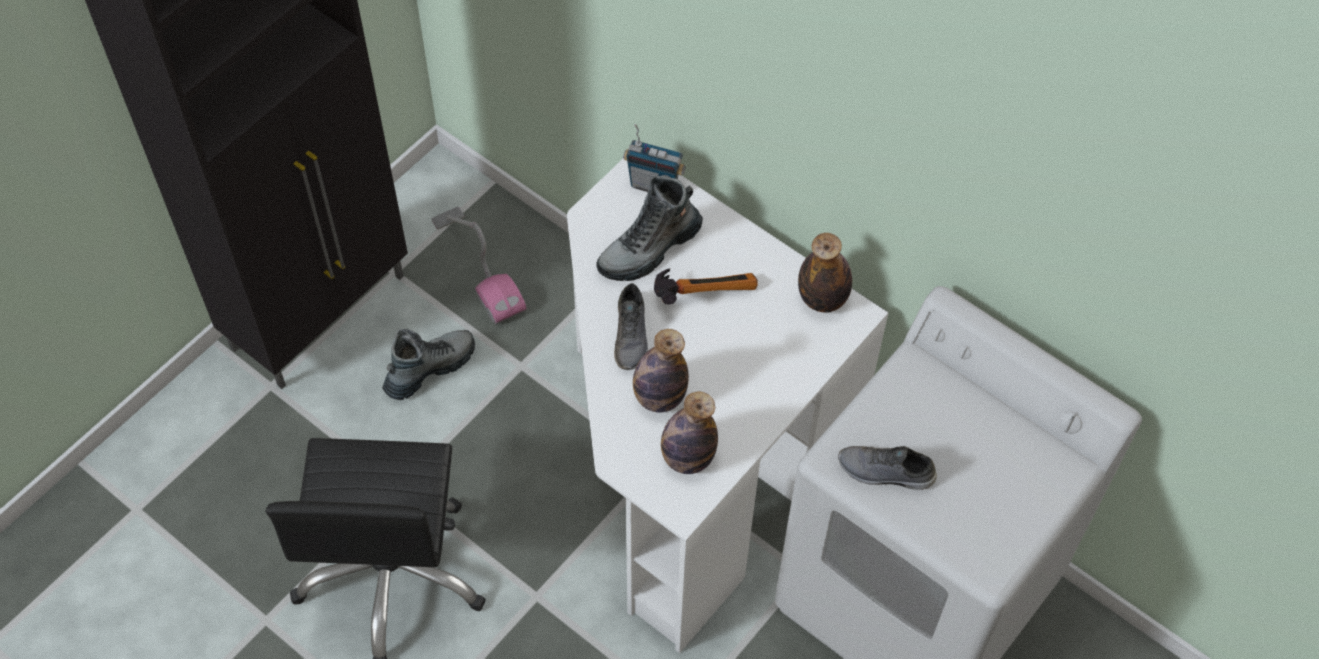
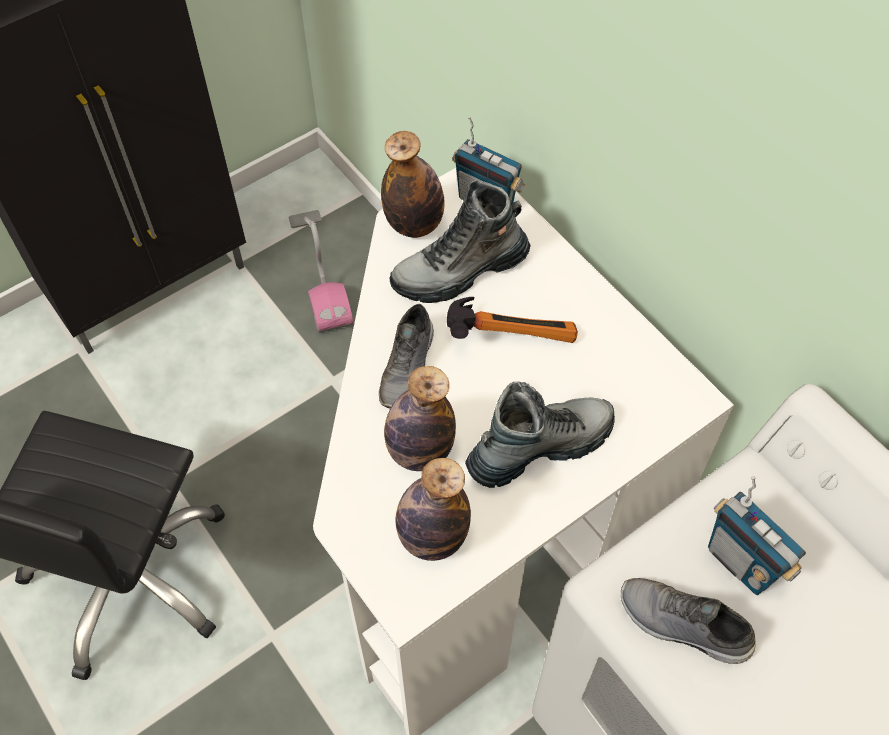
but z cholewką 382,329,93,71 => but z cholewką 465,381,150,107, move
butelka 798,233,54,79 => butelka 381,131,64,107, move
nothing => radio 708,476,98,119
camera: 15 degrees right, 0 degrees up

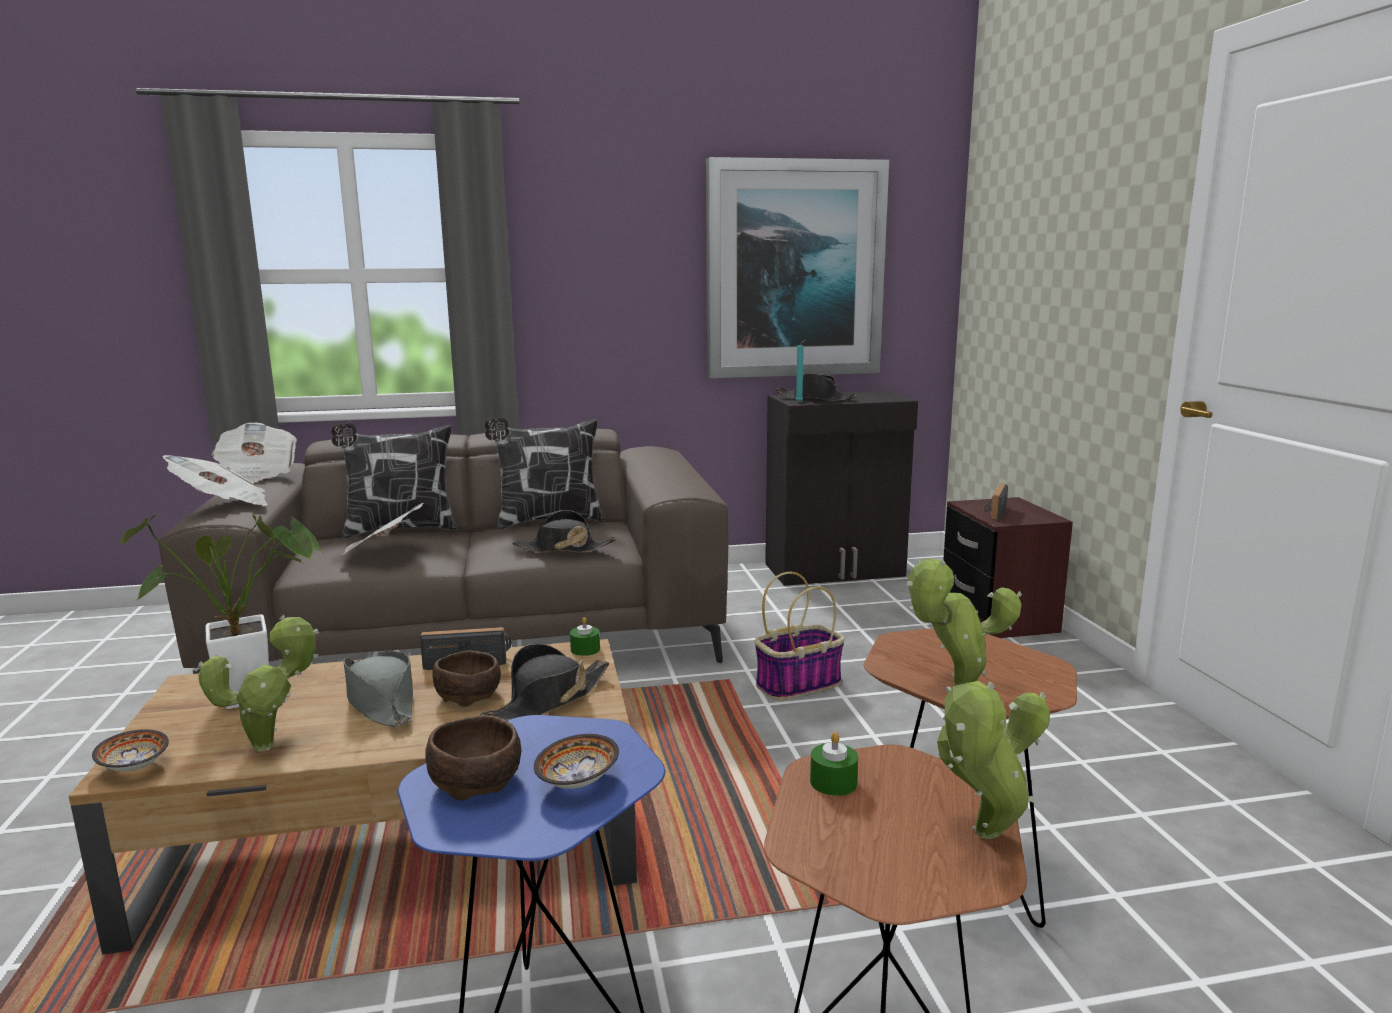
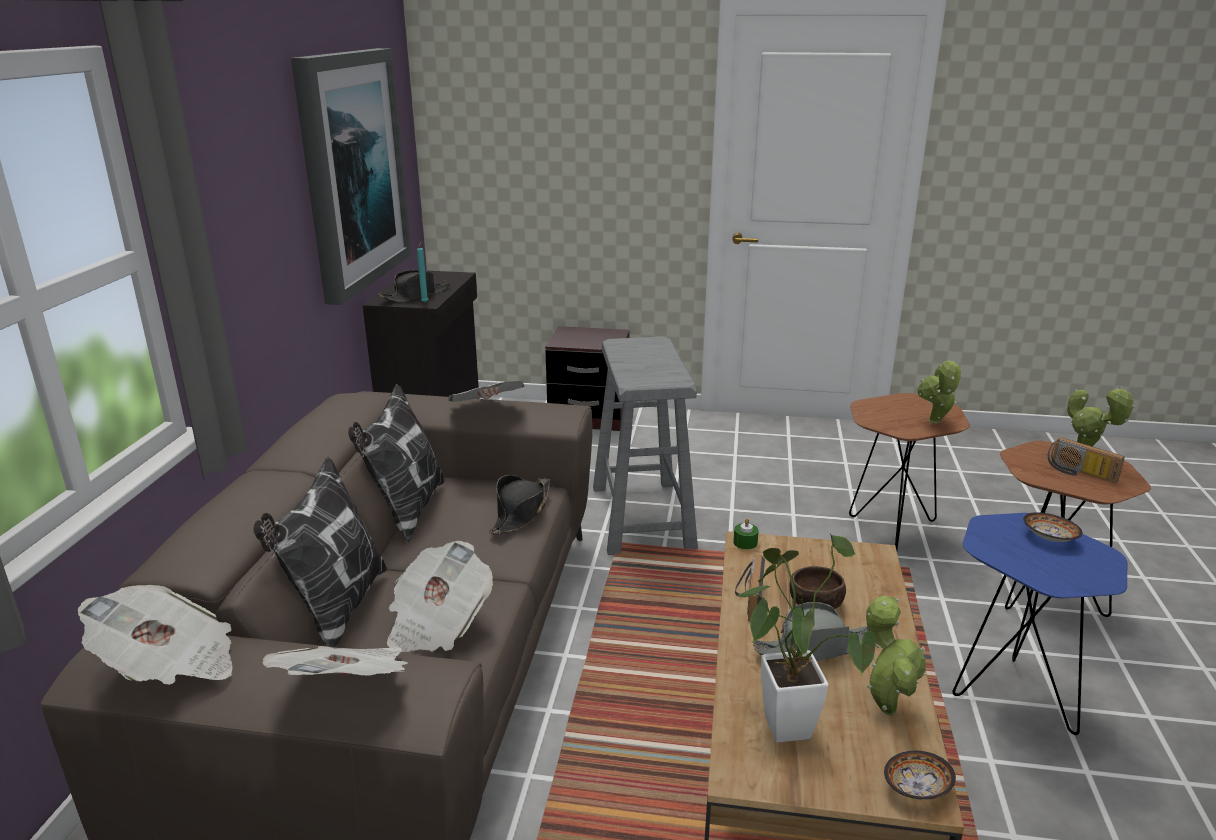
miska [brązowy] 425,715,97,85 => nothing
kapelusz [czarny] 479,644,131,77 => nothing
koszyk 754,572,91,128 => stołek [szary] 593,337,105,218
świeca [zielony] 810,732,48,64 => nothing
radio 983,483,25,37 => radio 1048,437,77,46, move
nothing => gazeta 448,381,76,21
camera: 70 degrees left, 10 degrees up

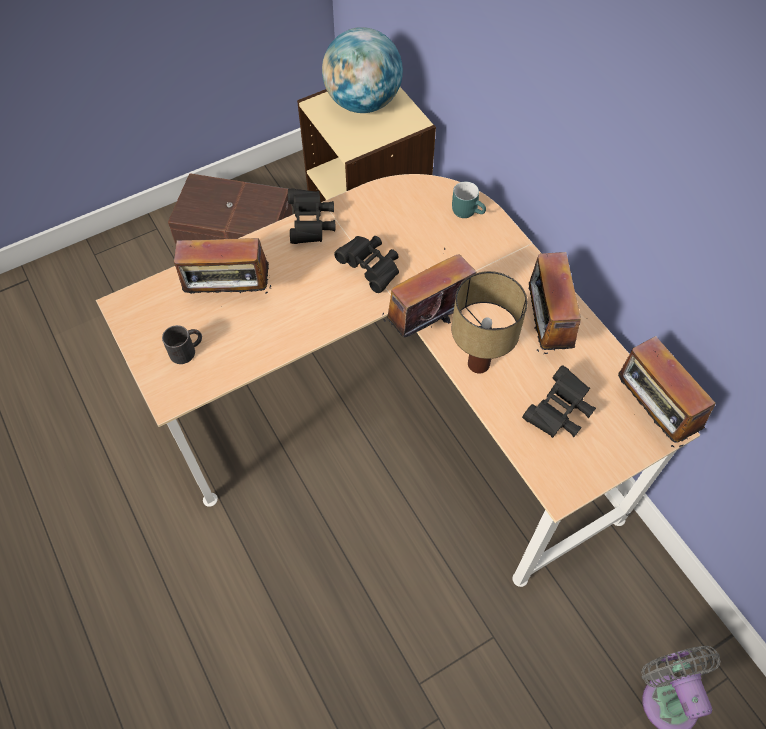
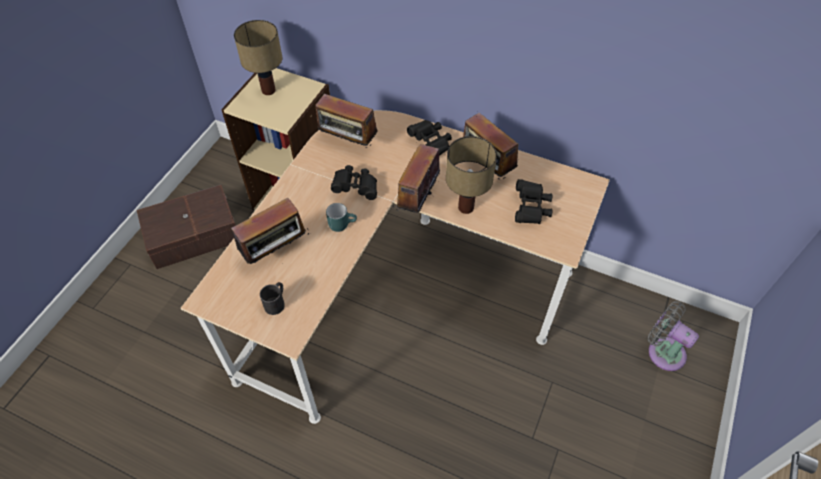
lornetka [czarny] 288,188,47,56 => lornetka [czarny] 407,120,45,36, move
globus 322,27,81,86 => lampa stołowa 234,20,49,75
kubek [turkusowy] 452,181,34,37 => kubek [turkusowy] 326,203,31,29, move
radio 618,336,98,111 => radio 315,94,63,54, move
camera: 35 degrees left, 5 degrees down

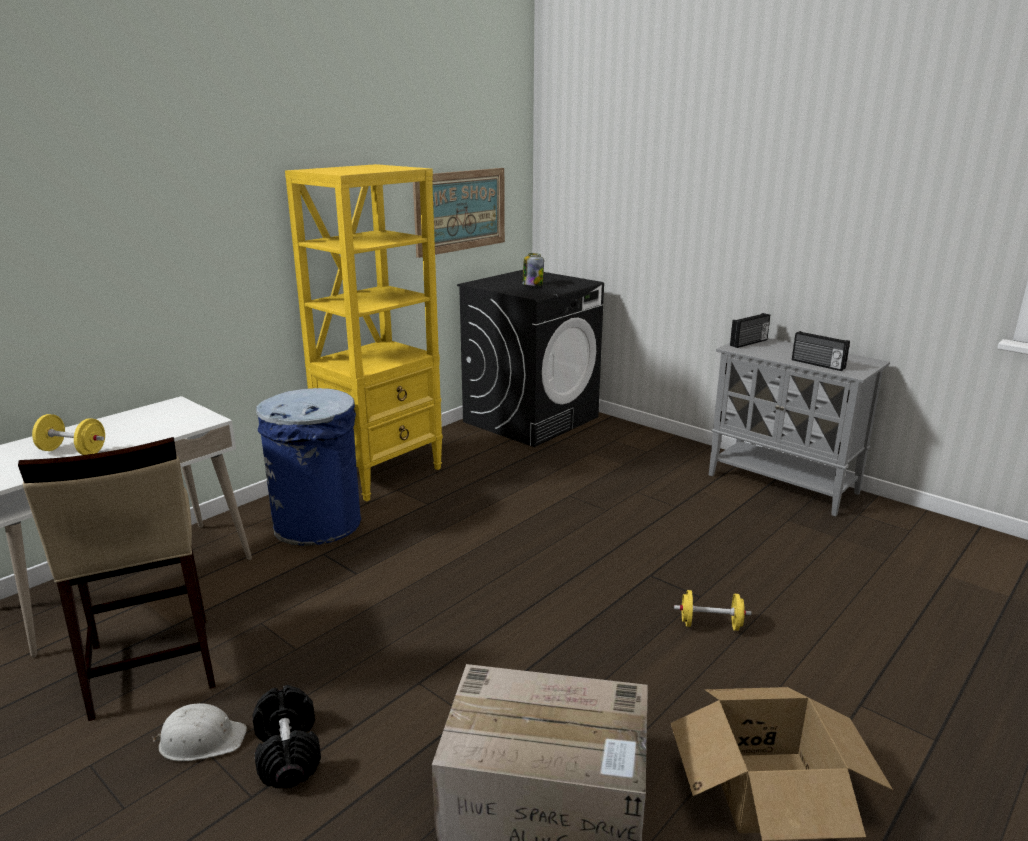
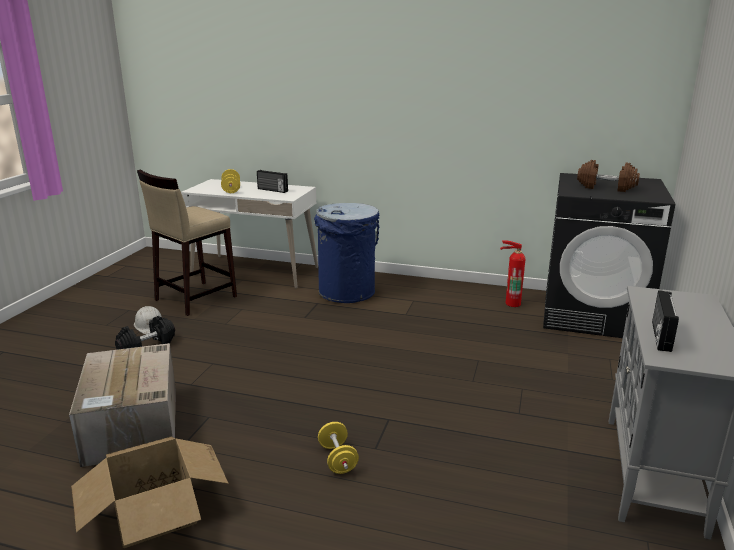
regał [żółty] 285,164,158,338 => nothing
obraz 413,168,92,90 => nothing
słoik 522,253,22,33 => hantel [brązowy] 577,160,63,32
radio 730,313,40,35 => radio 257,170,31,23, move
nothing => gaśnica 500,240,25,67
camera: 65 degrees right, 0 degrees up

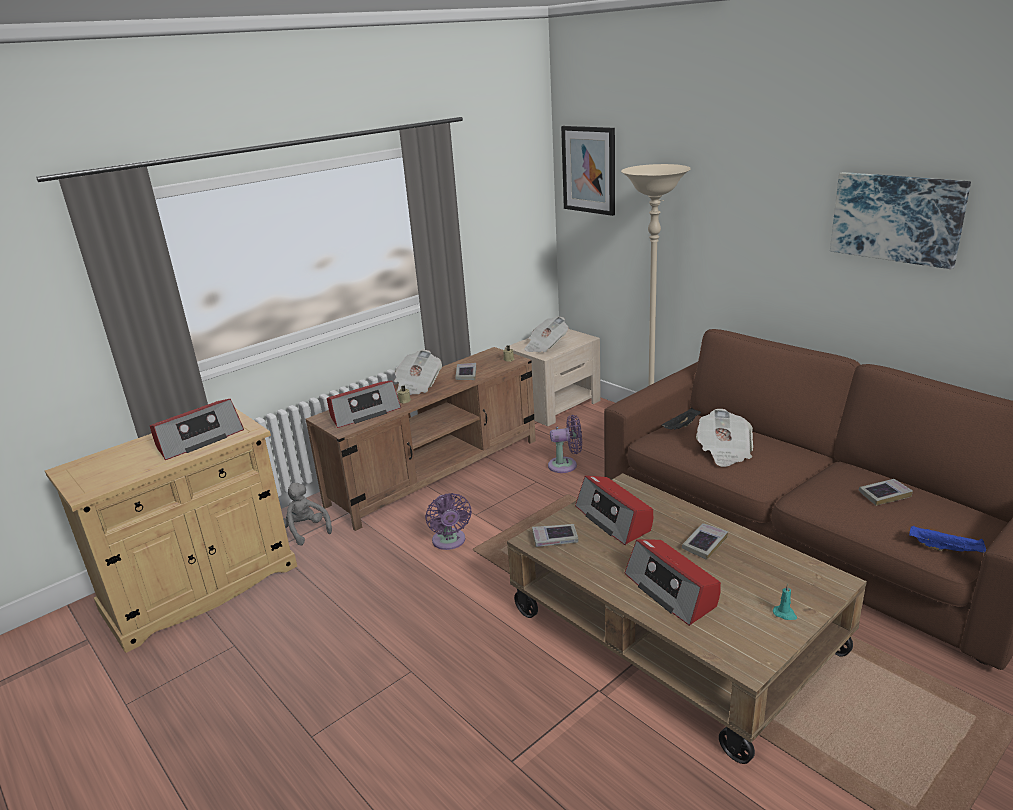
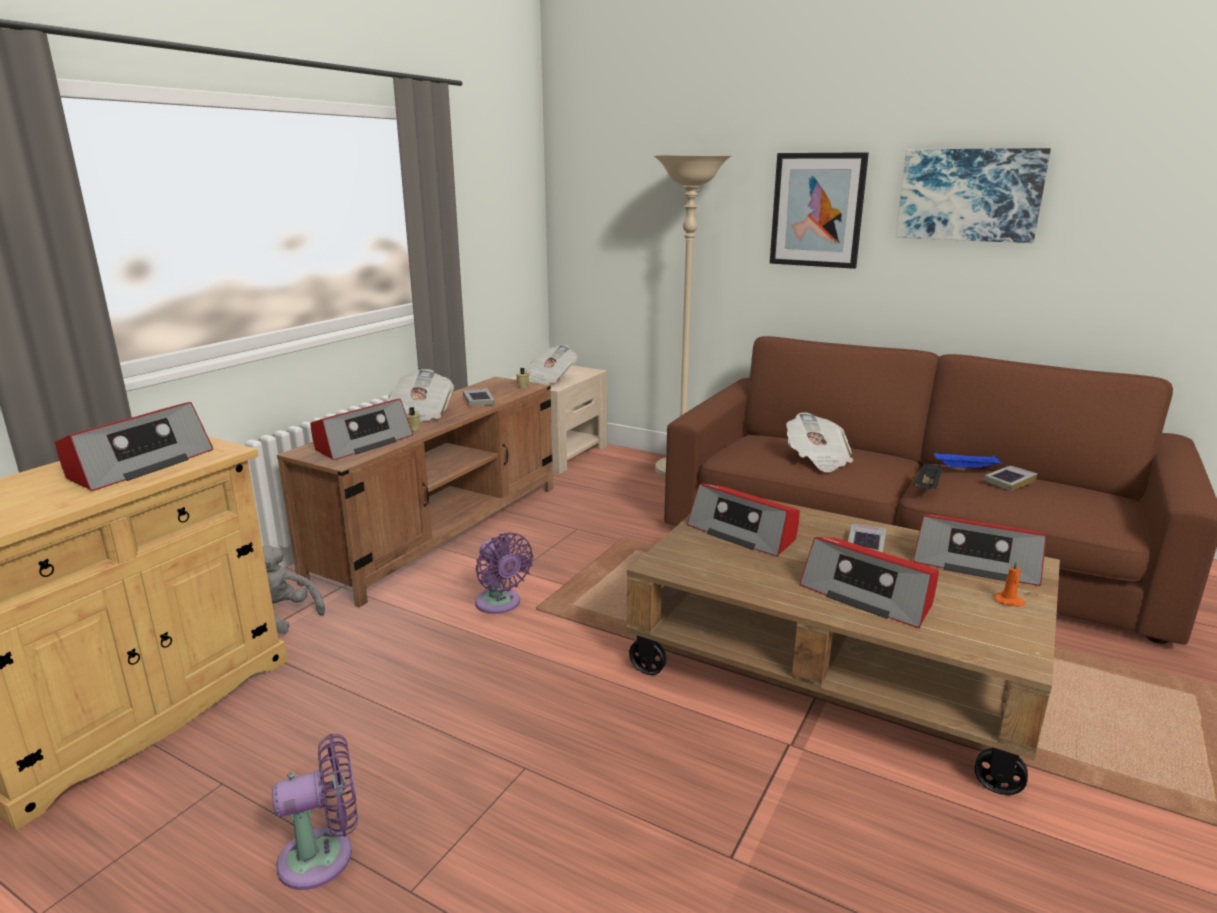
książka 532,524,47,23 => nothing
wentylator [fioletowy] 548,415,34,58 => wentylator [fioletowy] 272,734,86,156, move
obraz 561,126,54,90 => obraz 770,152,99,117, move
taca [czarny] 662,408,39,22 => taca [czarny] 914,462,29,27, move
świeca [turkusowy] 773,584,24,36 => świeca [pomarańczowy] 995,560,31,46
taca [niebieski] 909,525,77,28 => taca [niebieski] 934,453,69,18, move
nothing => radio 913,514,133,72
camera: 20 degrees left, 5 degrees down

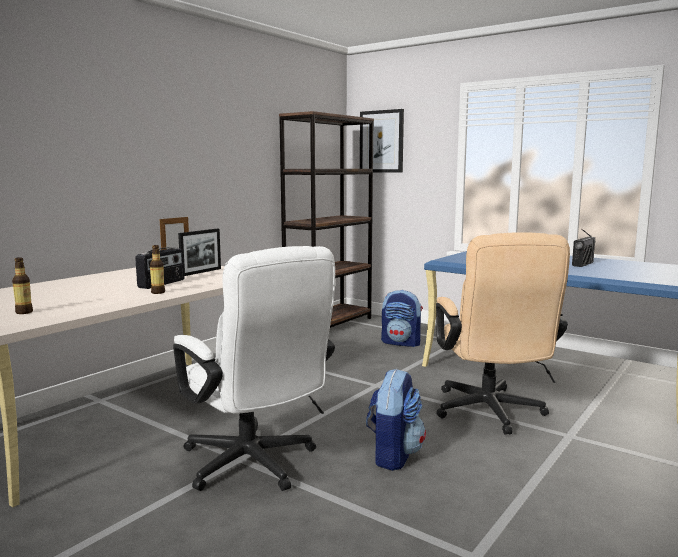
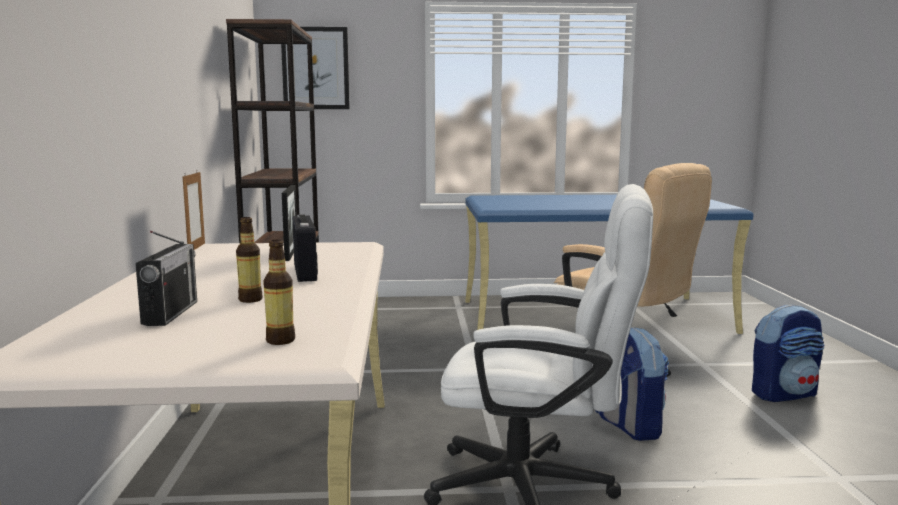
butelka 150,245,15,49 => butelka 236,217,27,86, move
plecak 381,290,42,57 => plecak 752,305,73,97, move
radio 572,229,23,38 => radio 135,231,62,95, move
camera: 40 degrees left, 0 degrees up

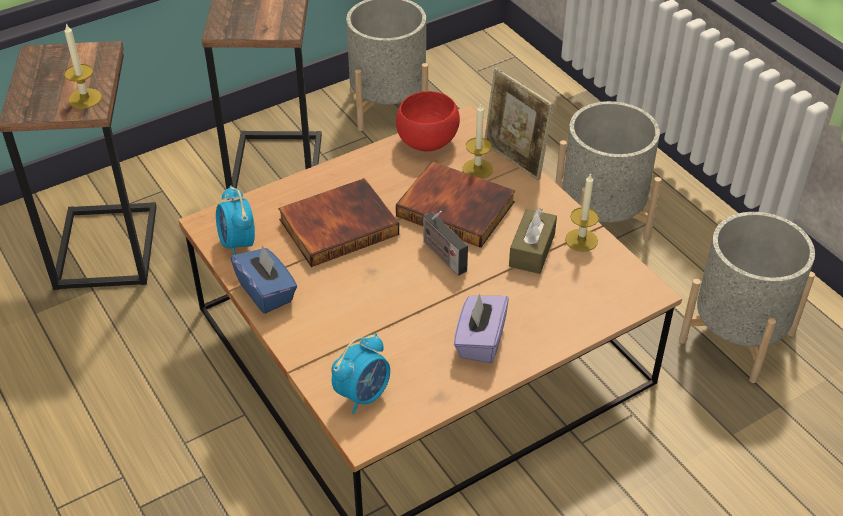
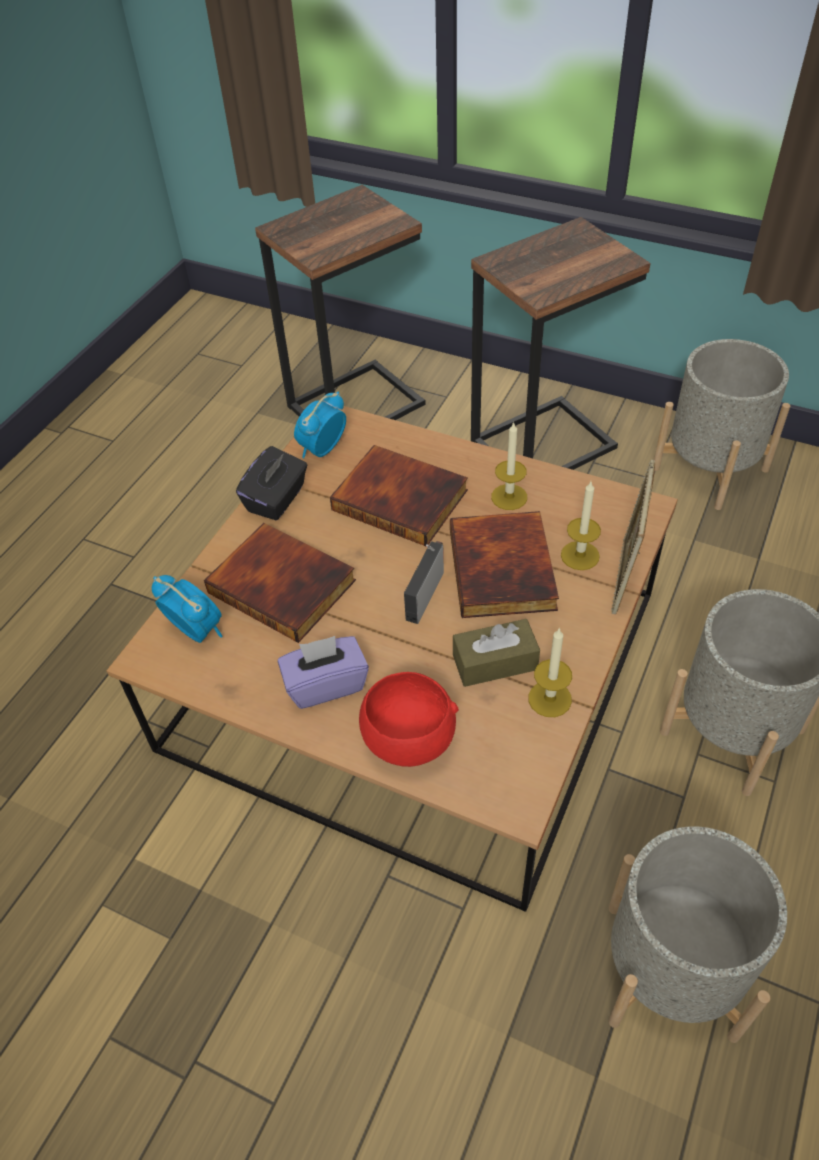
świeca 64,23,38,86 => świeca 491,422,36,88, move
pudełko chusteczek [niebieski] 231,245,66,69 => pudełko chusteczek [czarny] 236,446,71,74
budzik 331,333,59,81 => budzik 152,575,71,68, 150 degrees counterclockwise
miska [czerwony] 396,91,64,60 => miska [czerwony] 359,672,100,95, move
nothing => książka 204,523,152,120
camera: 60 degrees right, 5 degrees up

